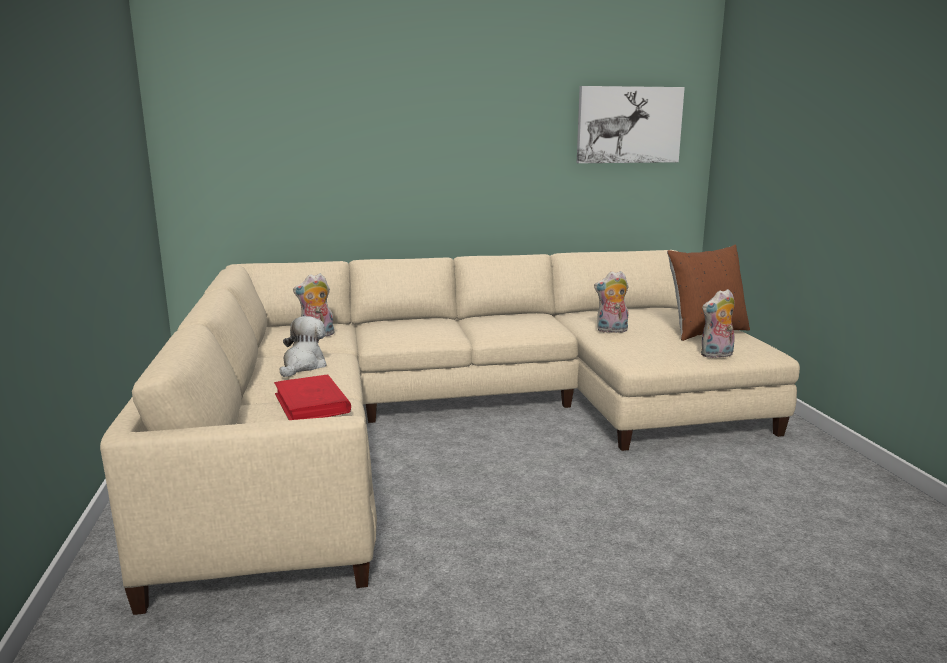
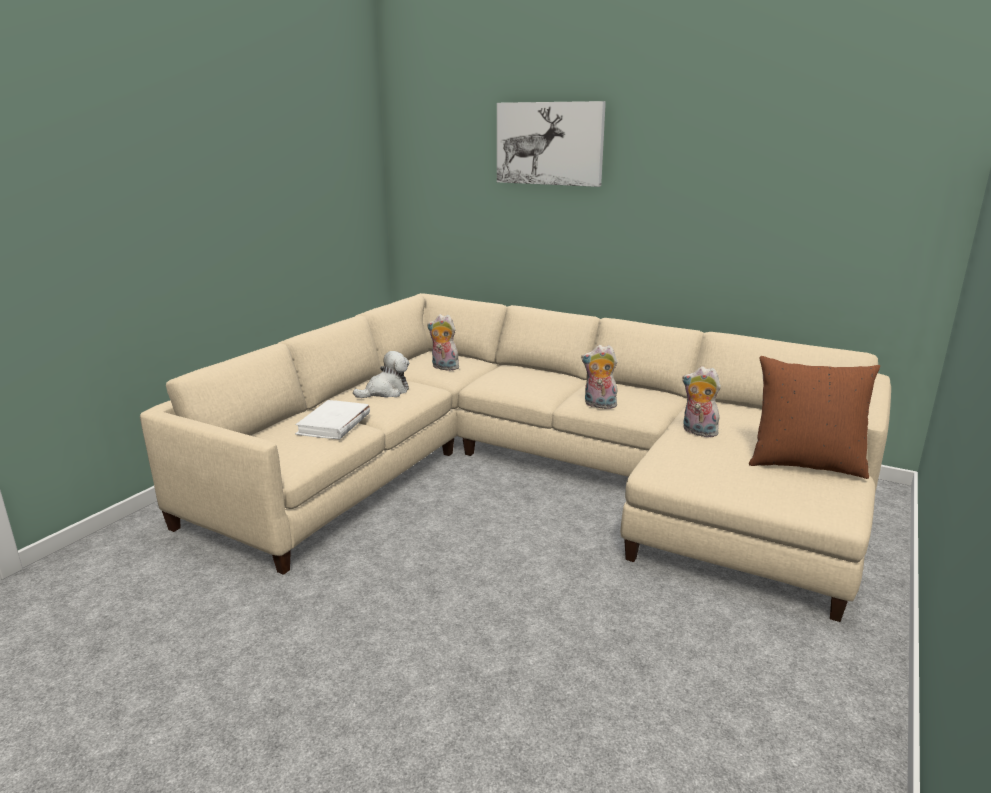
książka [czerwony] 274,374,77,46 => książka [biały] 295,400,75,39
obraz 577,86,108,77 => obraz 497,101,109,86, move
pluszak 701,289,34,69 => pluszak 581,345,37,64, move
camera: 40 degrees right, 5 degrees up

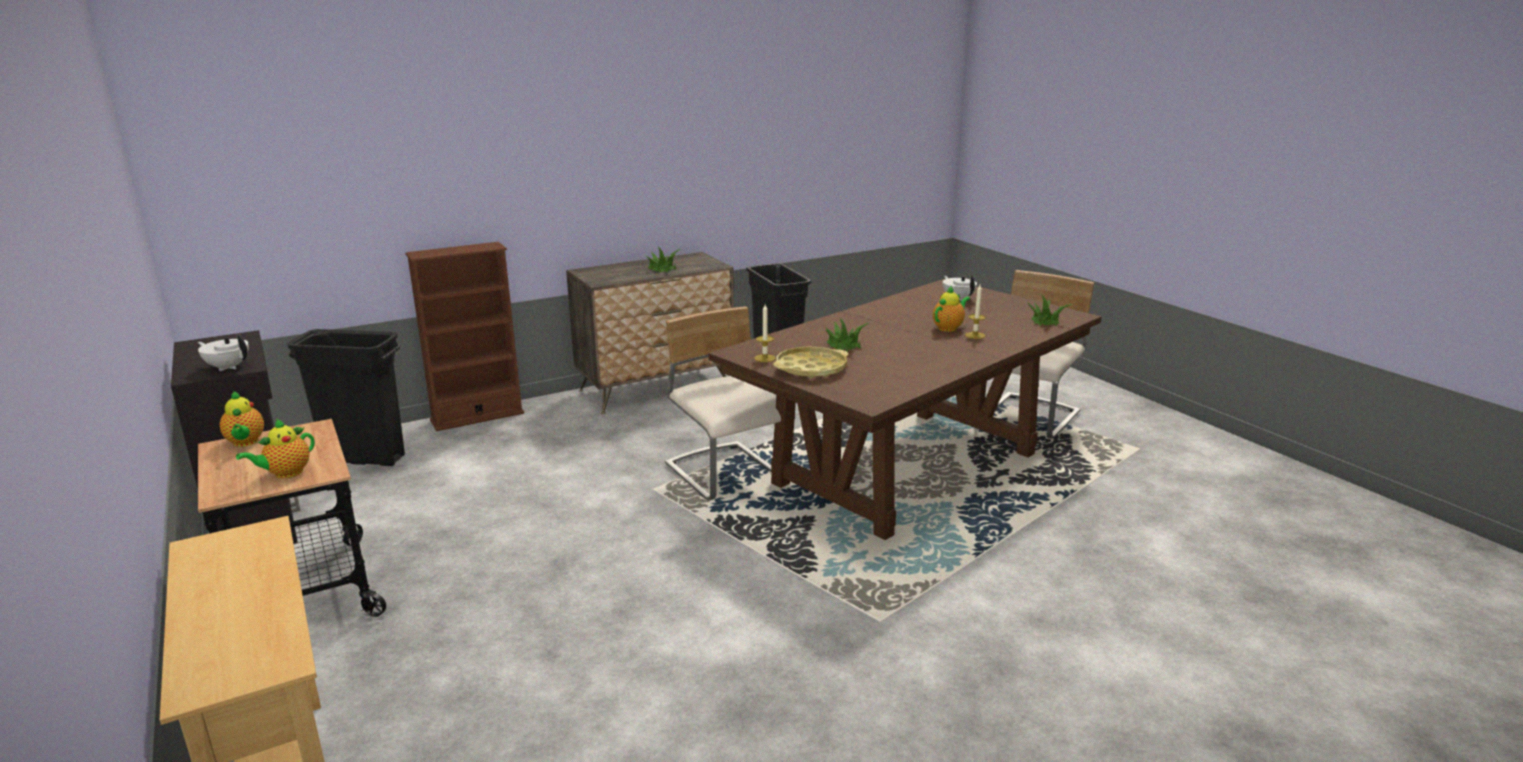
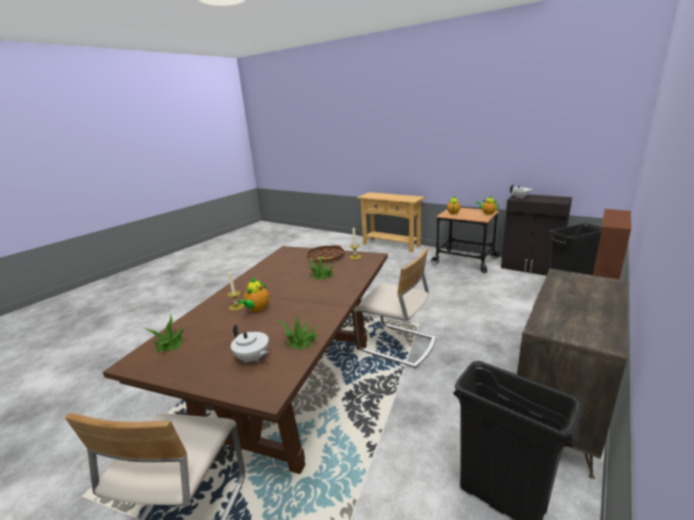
roślina doniczkowa 646,247,34,25 => roślina doniczkowa 275,315,46,35, move
taca [żółty] 773,347,76,31 => taca [brązowy] 307,245,38,18
camera: 155 degrees right, 0 degrees up

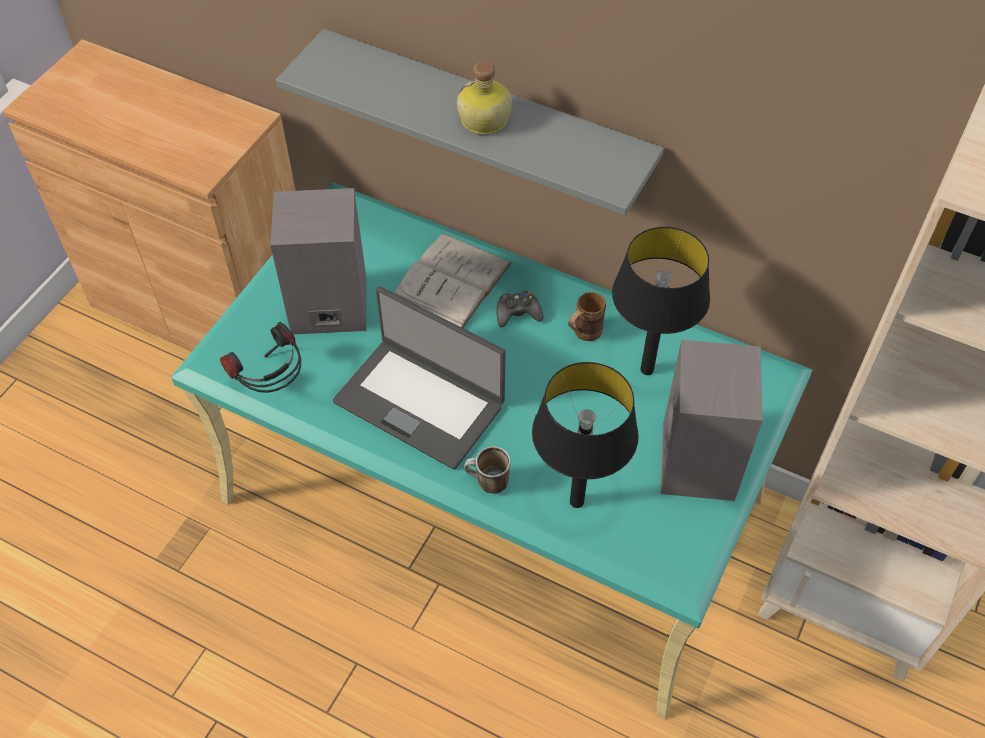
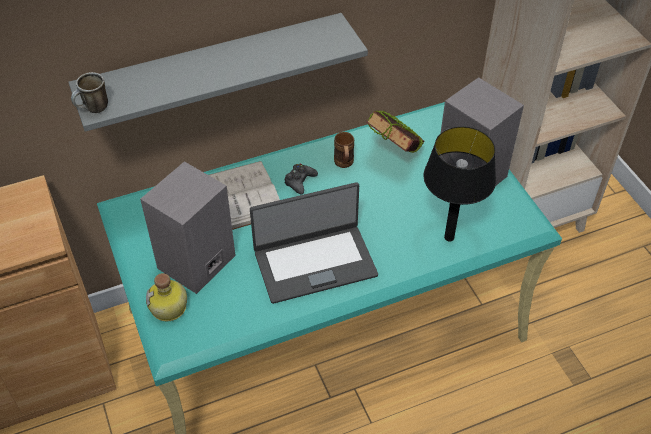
słuchawki 220,322,81,71 => nothing
butelka 457,61,55,73 => butelka 146,273,41,48, move
kubek 464,446,47,48 => kubek 71,72,37,41, move
lampa stołowa [czarny] 612,227,98,148 => książka 366,111,58,42
camera: 50 degrees left, 5 degrees down

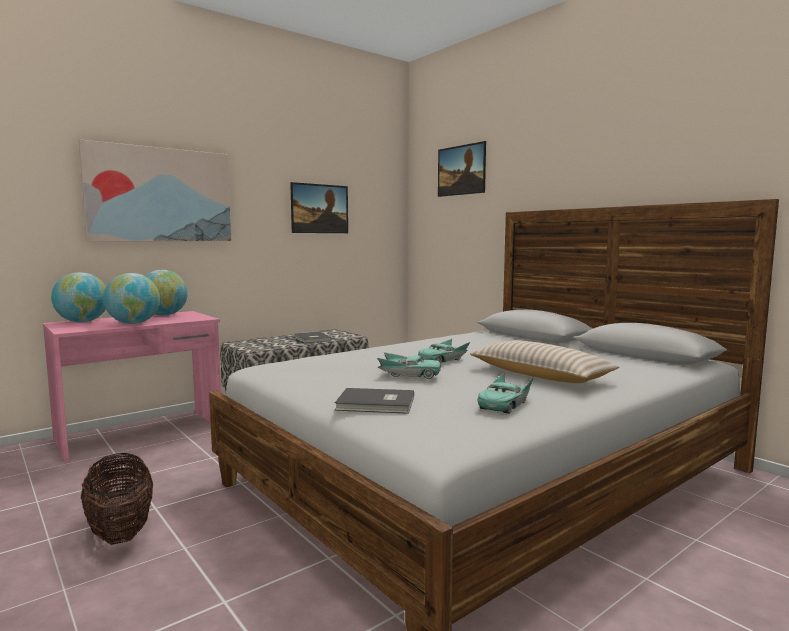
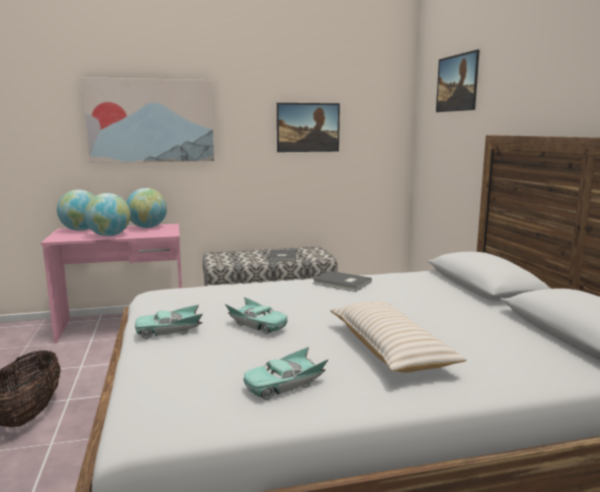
książka [szary] 335,388,79,26 => książka [szary] 313,271,59,21, move
samochodzik [turkusowy] 418,339,52,24 => samochodzik [turkusowy] 135,305,68,34, move
camera: 25 degrees right, 5 degrees up

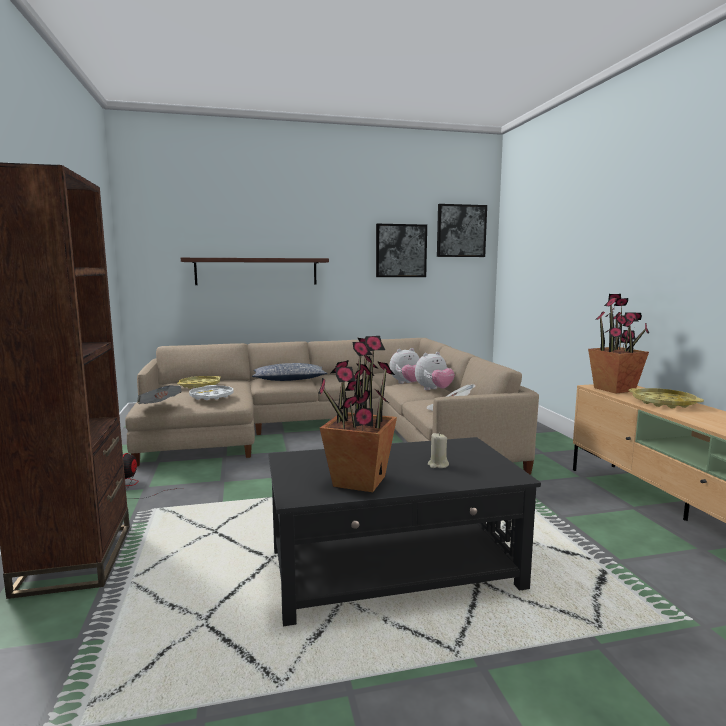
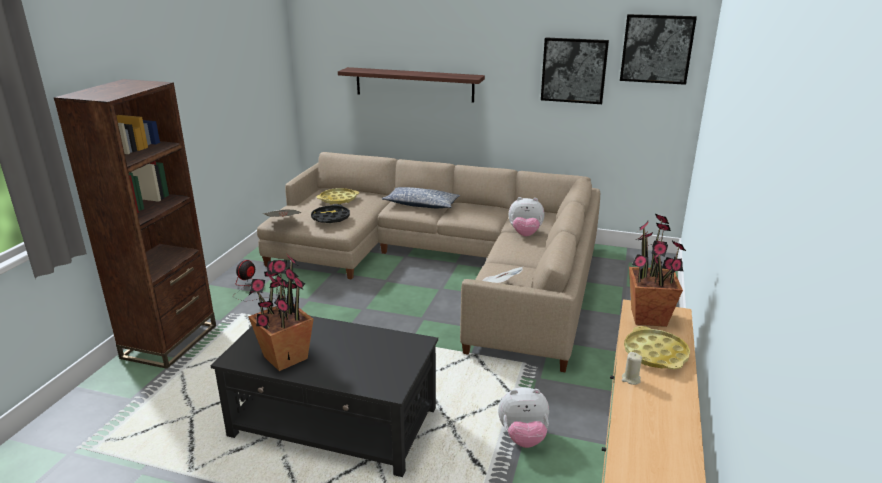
taca [biały] 189,385,45,15 => taca [czarny] 311,204,39,19
pluszak 415,352,40,38 => pluszak 498,387,51,61, move
świeca [beżowy] 428,433,21,35 => świeca [beżowy] 622,352,20,33, move
camera: 30 degrees right, 15 degrees up

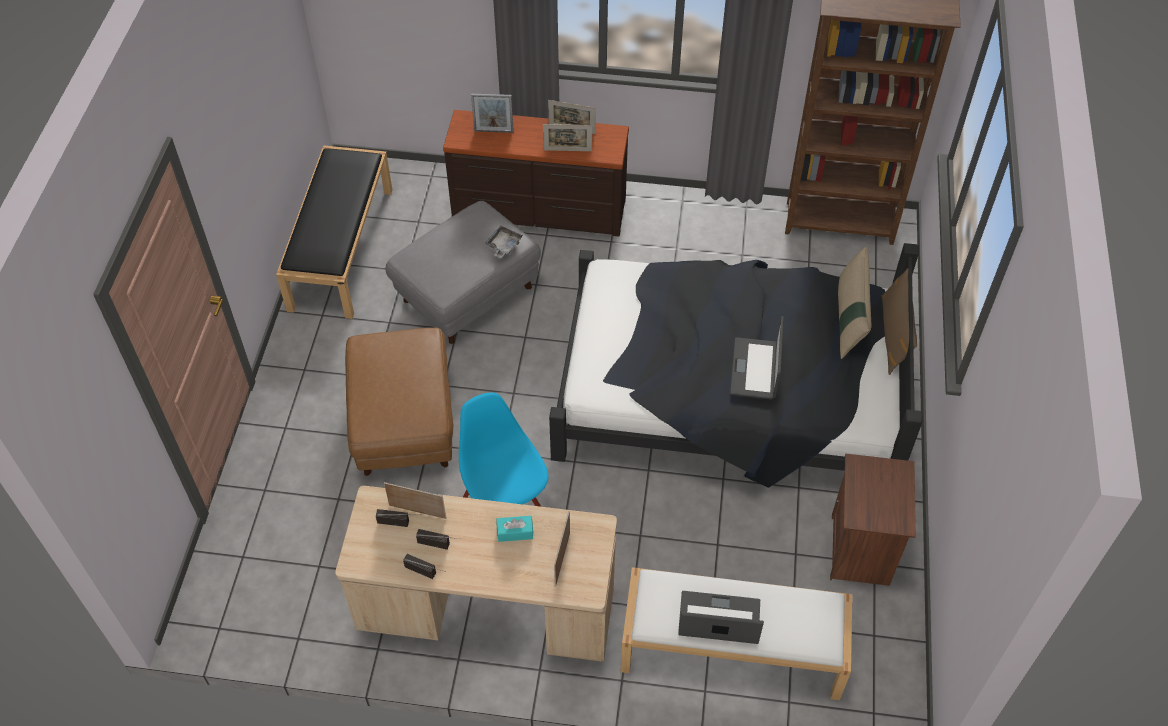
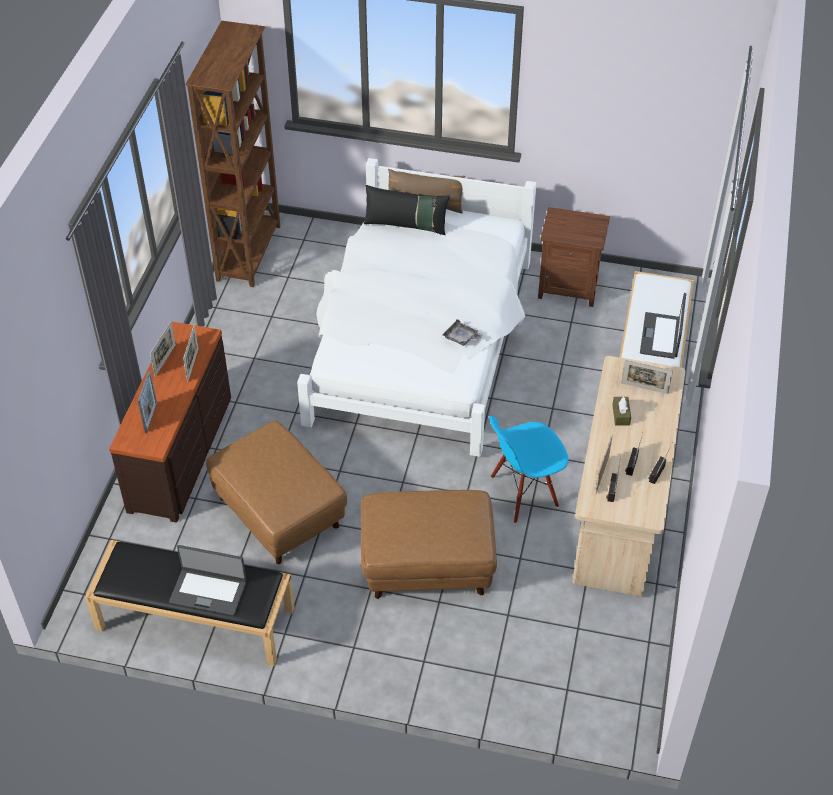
pufa [szary] 386,201,155,143 => pufa [brązowy] 206,421,141,143
taca [szary] 485,225,38,33 => taca [szary] 443,319,40,27, move
pudełko chusteczek [turkusowy] 497,516,36,26 => pudełko chusteczek [brązowy] 612,396,19,29
łóżko [czarny] 549,243,373,245 => łóżko [biały] 297,158,239,299
laptop 730,316,54,84 => laptop 169,545,78,71, move
poduszka [beżowy] 838,247,34,112 => poduszka [czarny] 364,185,86,50
camera: 85 degrees left, 5 degrees down

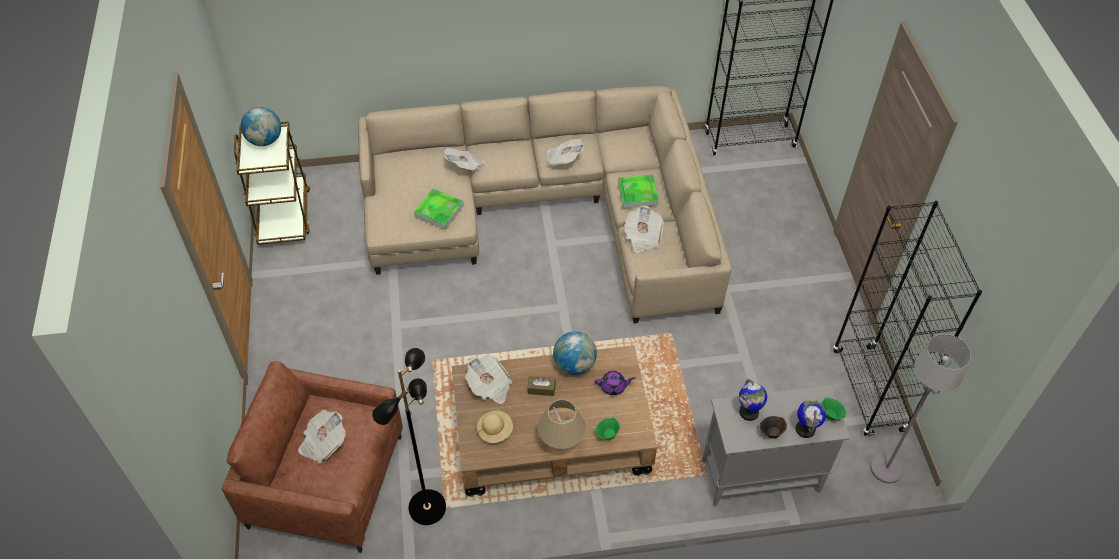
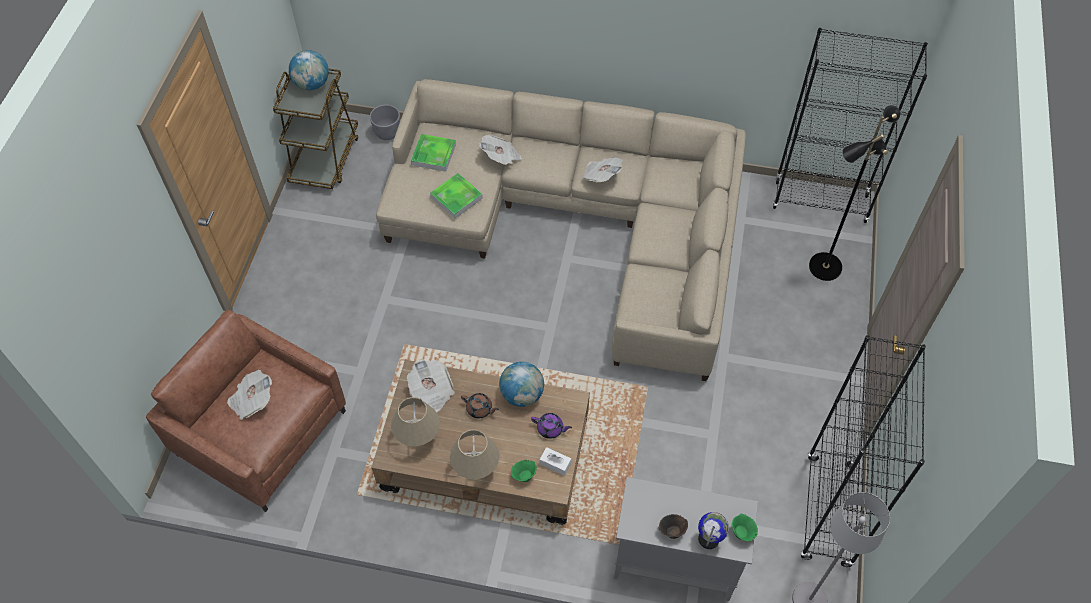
lampa stojąca [czarny] 372,348,74,177 => lampa stojąca [czarny] 809,105,91,176, move
kapelusz [beżowy] 477,411,36,32 => lampa stołowa [beżowy] 391,397,49,49
pudełko chusteczek [brązowy] 527,376,29,20 => imbryk [brązowy] 461,393,38,25
taca 618,175,41,33 => taca 411,134,45,38, move
gazeta 624,206,40,47 => nothing
globus 739,379,28,42 => nothing
nothing => donica [szary] 370,105,30,35
nothing => pudełko chusteczek [biały] 540,447,31,29
camera: 20 degrees right, 5 degrees up

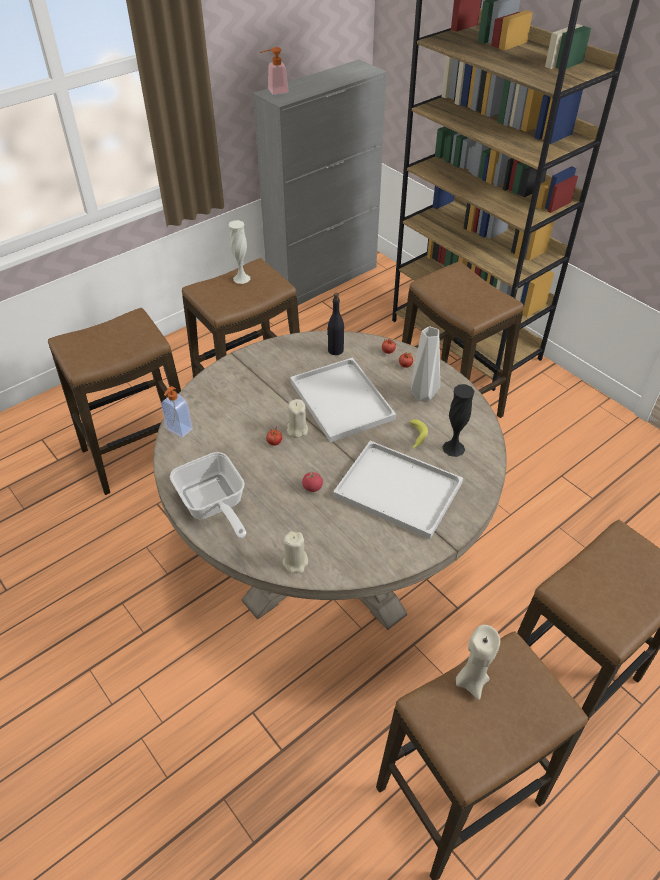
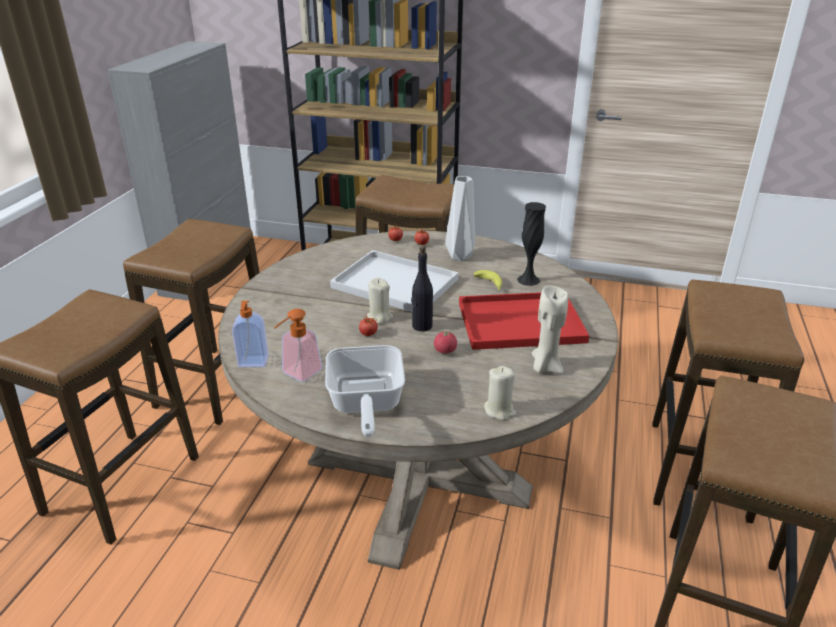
patelnia 170,452,76,87 => patelnia 325,345,80,92, 60 degrees clockwise
wazon [biały] 228,220,22,64 => nothing
dozownik mydła 260,47,29,48 => dozownik mydła 274,309,48,73, move
butelka [czarny] 327,293,17,62 => butelka [czarny] 411,246,22,85, move
taca [biały] 333,441,130,98 => taca [czerwony] 459,292,130,58
świeca [beżowy] 456,625,44,75 => świeca [beżowy] 532,285,36,88, move
camera: 35 degrees left, 15 degrees down

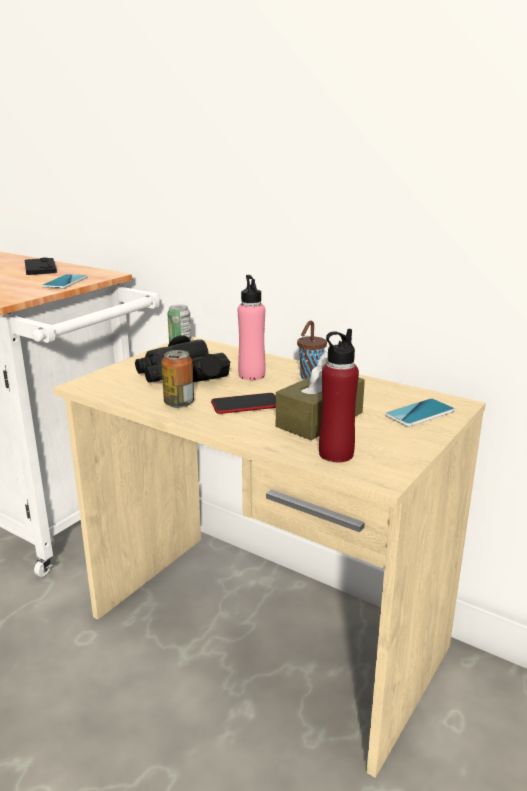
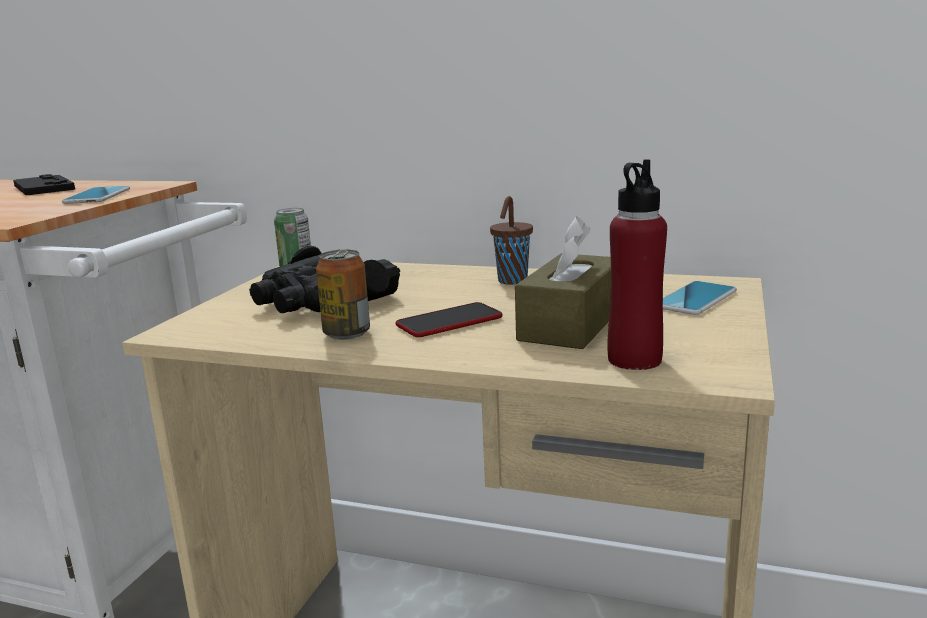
butelka [różowy] 238,275,27,105 => nothing
camera: 15 degrees left, 5 degrees down

